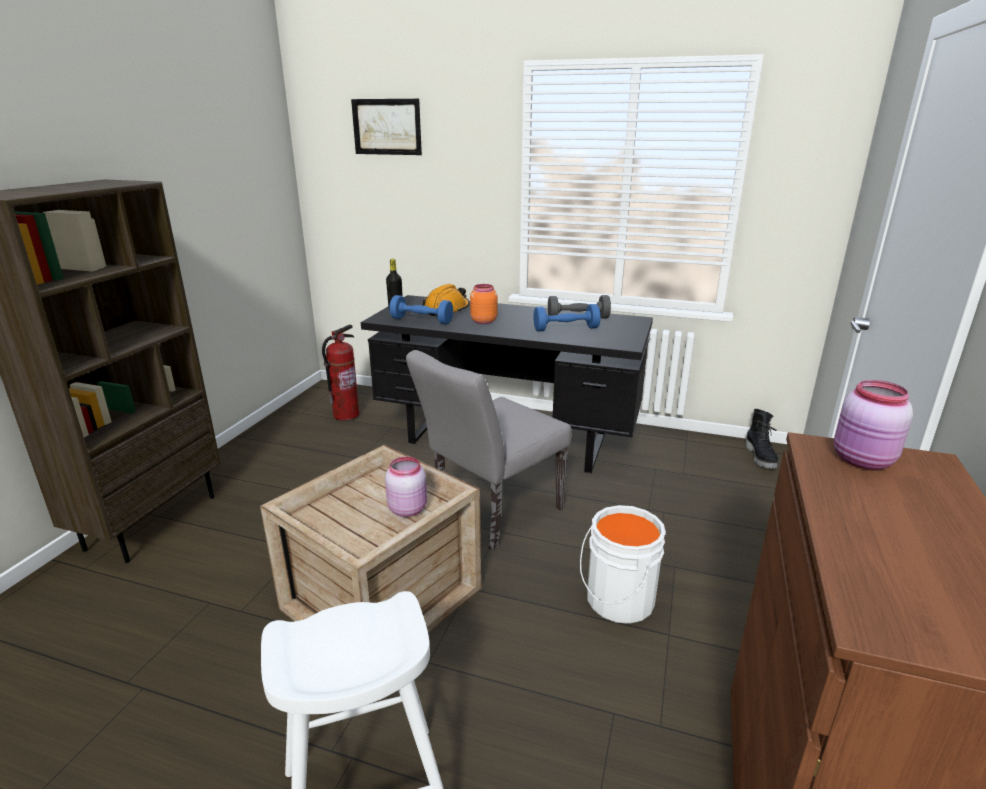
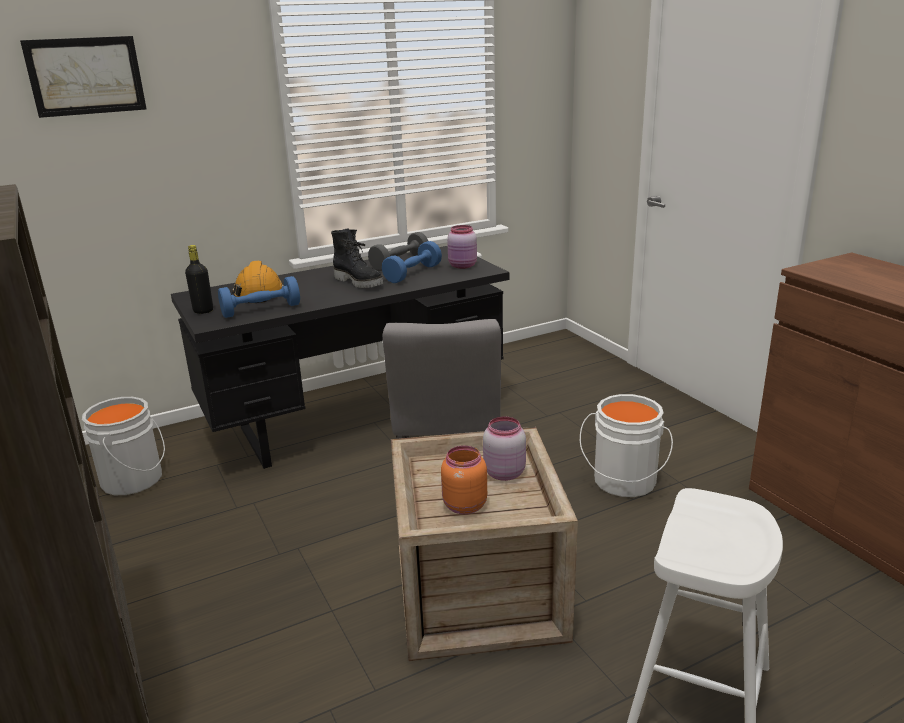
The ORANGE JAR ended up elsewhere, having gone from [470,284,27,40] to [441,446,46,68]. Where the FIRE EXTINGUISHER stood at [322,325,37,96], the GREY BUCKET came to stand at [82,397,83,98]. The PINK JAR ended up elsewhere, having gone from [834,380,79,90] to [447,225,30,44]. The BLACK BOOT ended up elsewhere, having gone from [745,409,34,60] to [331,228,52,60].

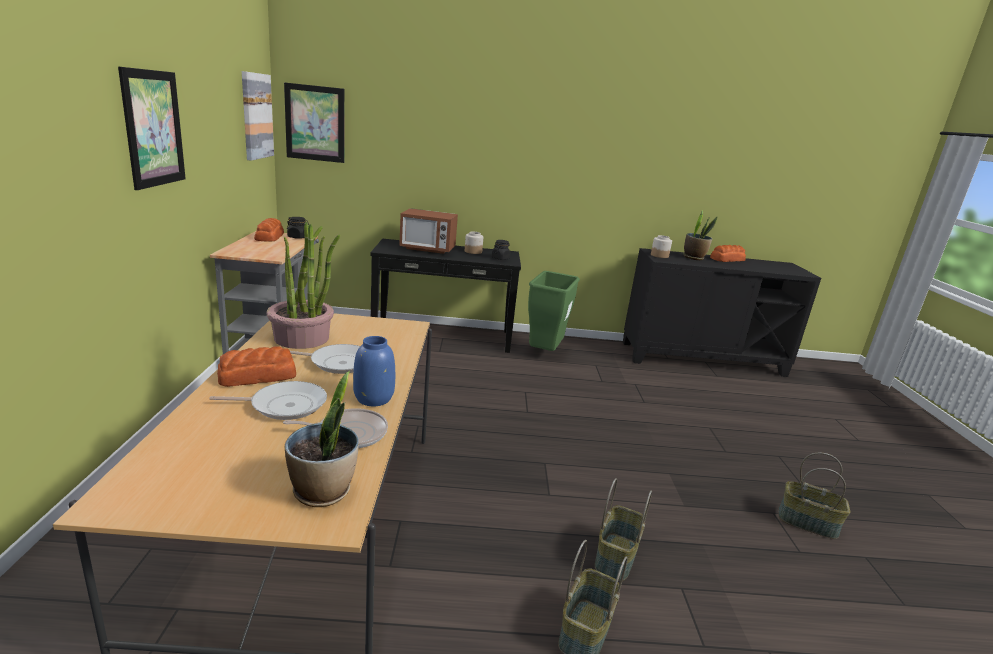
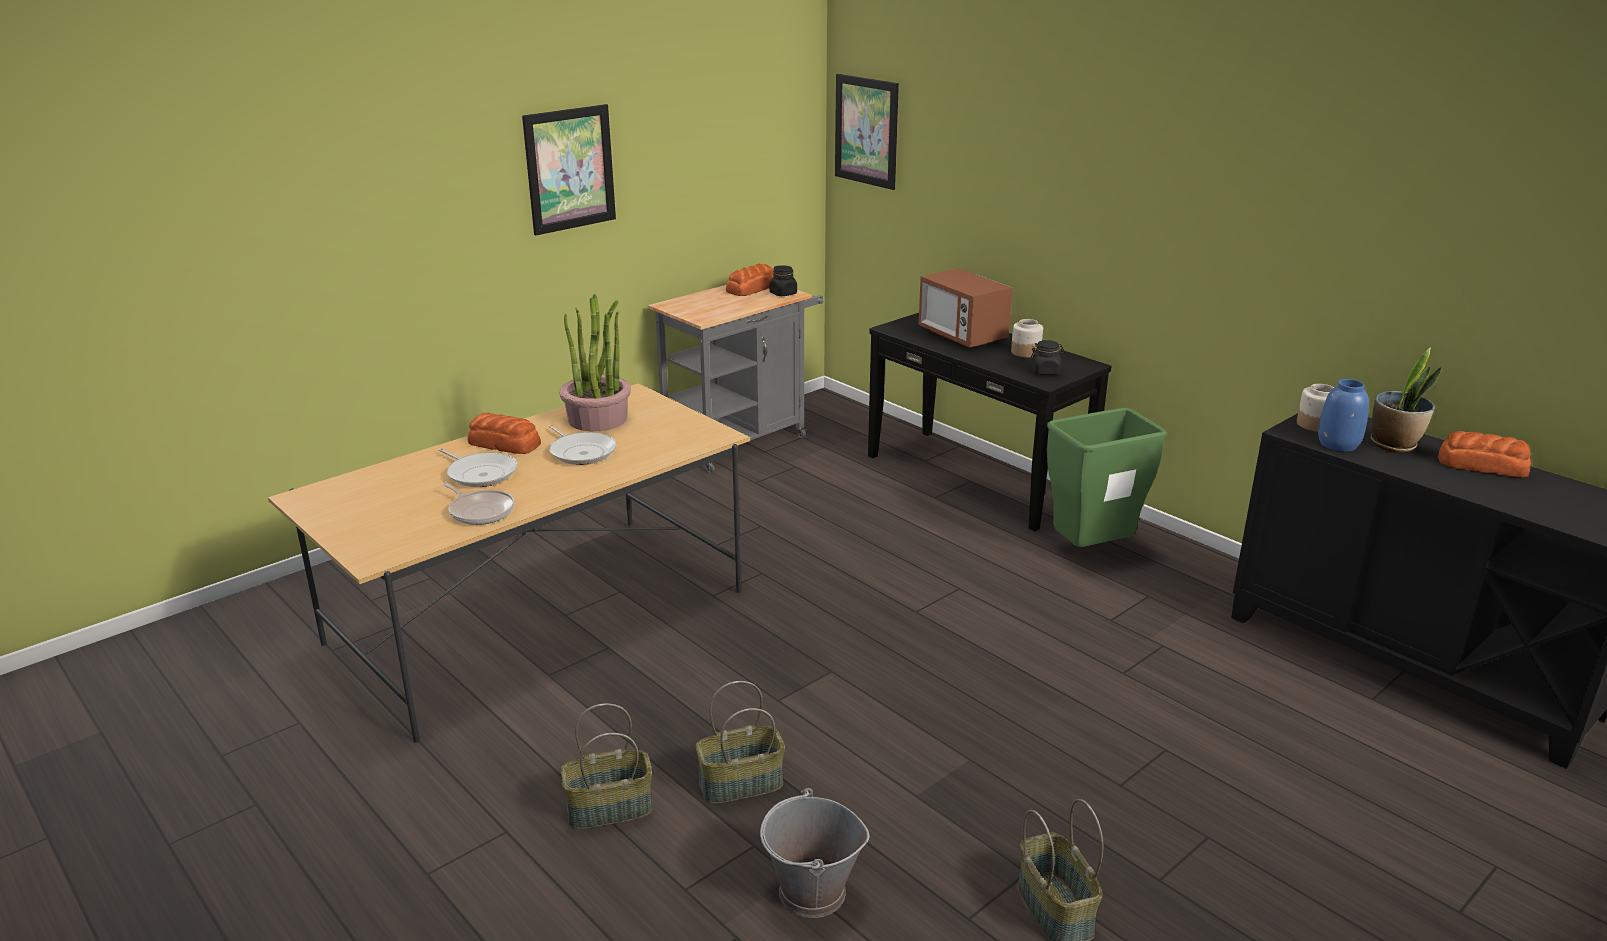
The second view lost the PICTURE at [242,71,32,90]. The BLUE VASE ended up elsewhere, having gone from [353,336,42,70] to [1318,379,51,73]. The second view lost the POTTED PLANT at [285,371,74,136]. The second view gained the GREY BUCKET at [760,788,110,130].

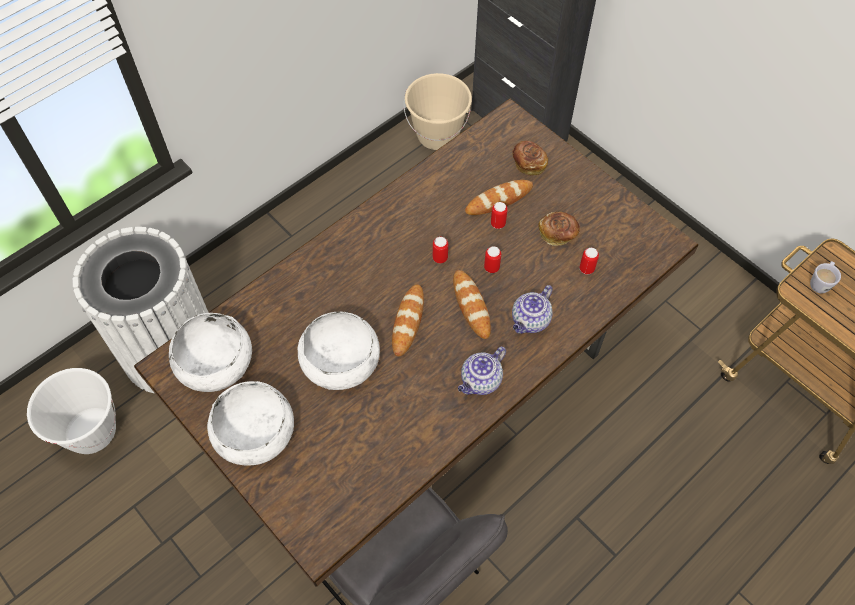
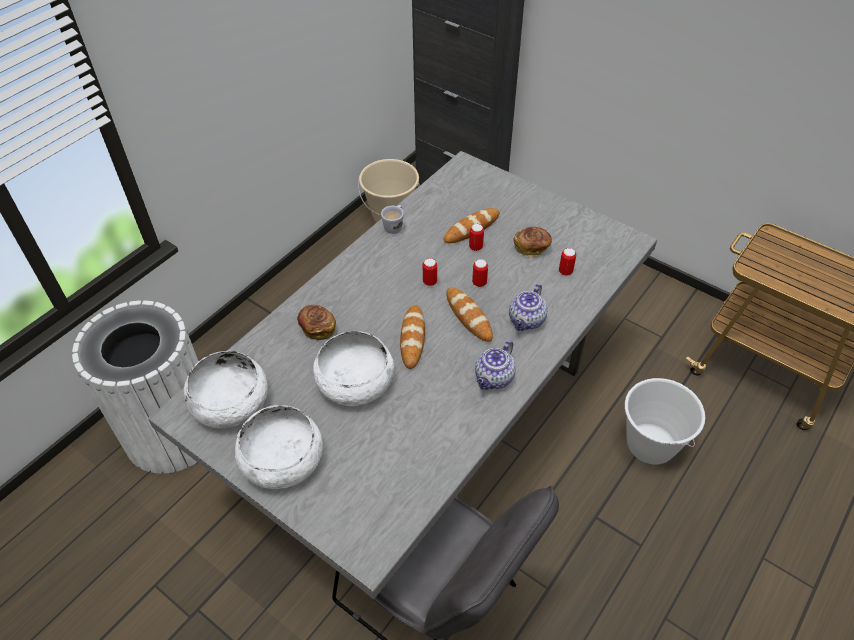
What was the BROWN DINING TABLE at [134,99,564,488] turned into the GREY DINING TABLE at [148,151,509,448]. The BREAD ended up elsewhere, having gone from [512,141,36,35] to [297,305,39,35]. The WHITE MUG ended up elsewhere, having gone from [810,261,31,33] to [381,205,23,29]. The WHITE BUCKET ended up elsewhere, having gone from [27,368,89,86] to [625,378,80,87].

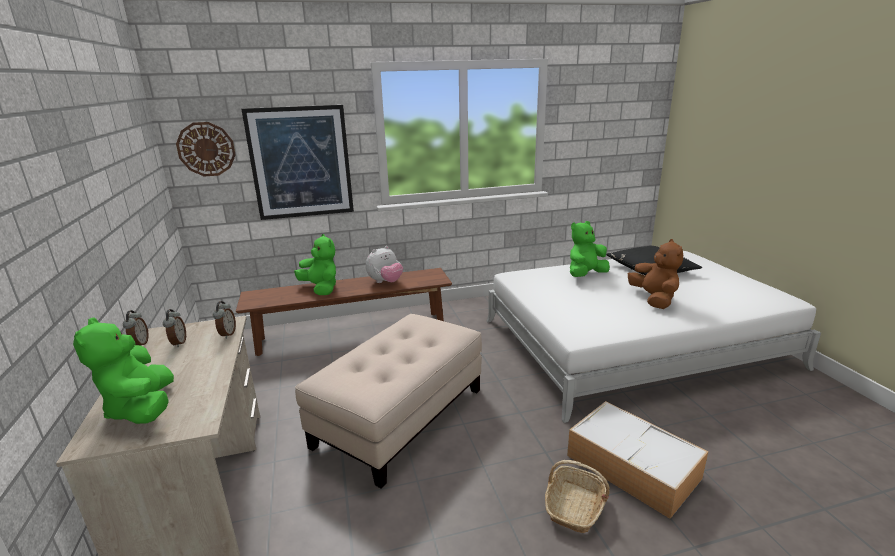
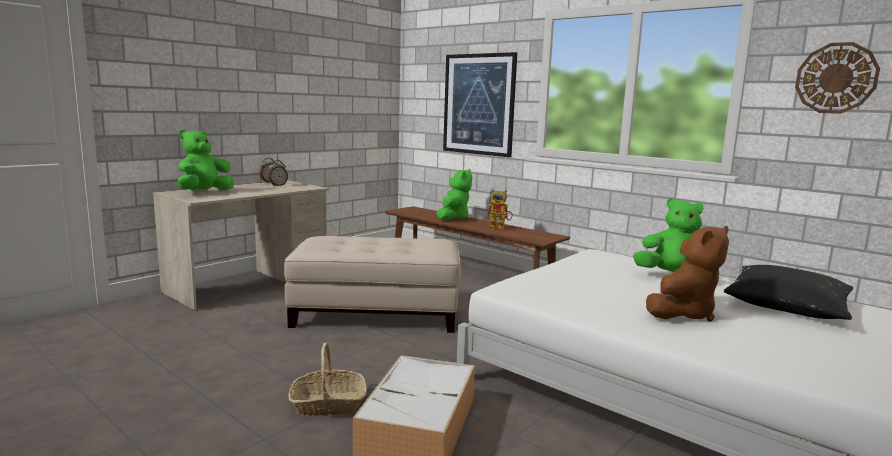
The WALL CLOCK ended up elsewhere, having gone from [176,122,60,55] to [795,42,85,72]. Where the PLUSH TOY stood at [366,246,37,37], the TOY ROBOT came to stand at [486,190,27,40]. The second view lost the ALARM CLOCK at [213,301,23,38].

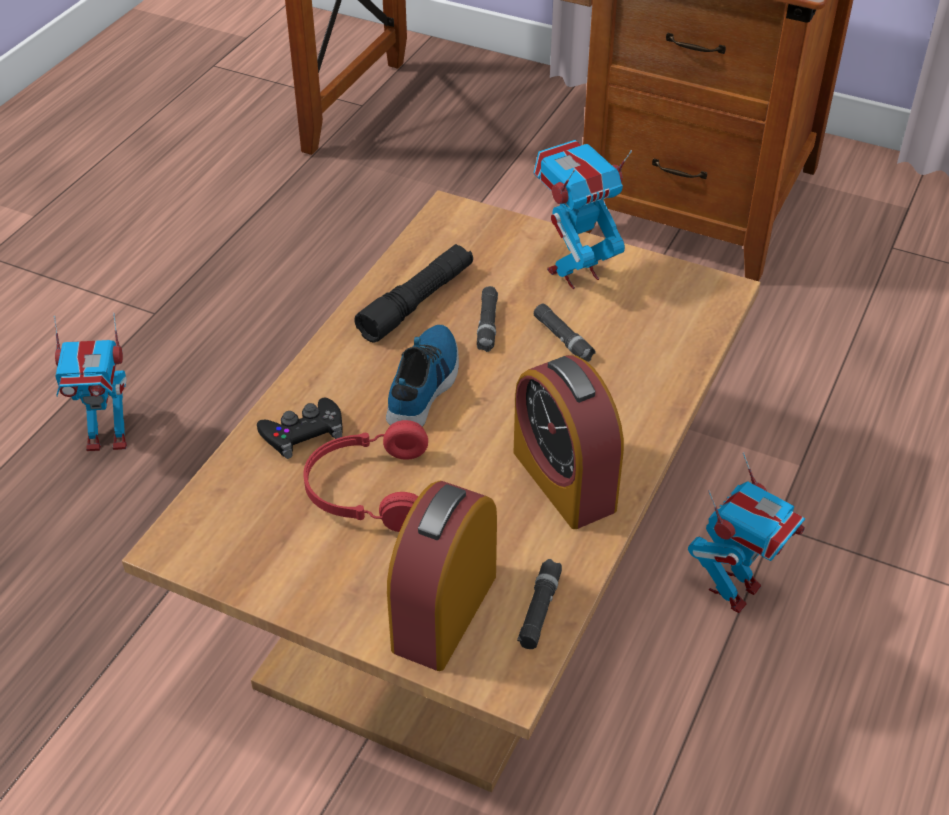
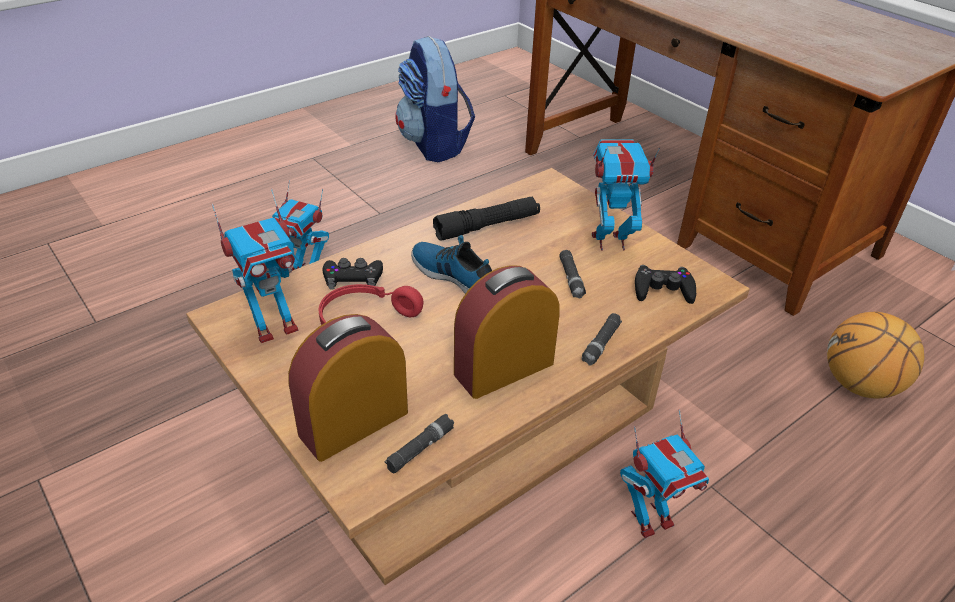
The BLACK FLASHLIGHT ended up elsewhere, having gone from [477,286,21,66] to [582,313,40,52]. The SHOE at [386,325,73,101] ended up facing another way, 90 degrees counterclockwise from before. The ALARM CLOCK at [514,355,110,174] ended up facing another way, 60 degrees clockwise from before. The second view gained the BACKPACK at [395,36,80,126]. The second view gained the TOY ROBOT at [212,188,88,155]. The second view gained the BLACK GAME CONTROLLER at [635,265,61,39]. The second view gained the BASKETBALL at [827,312,97,87].

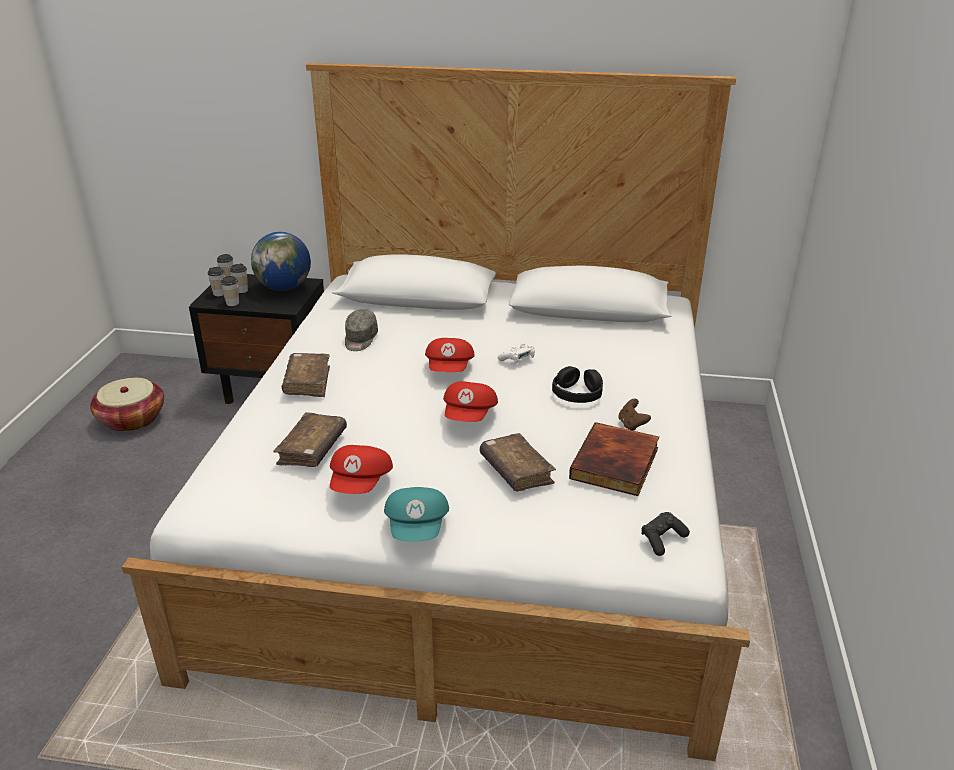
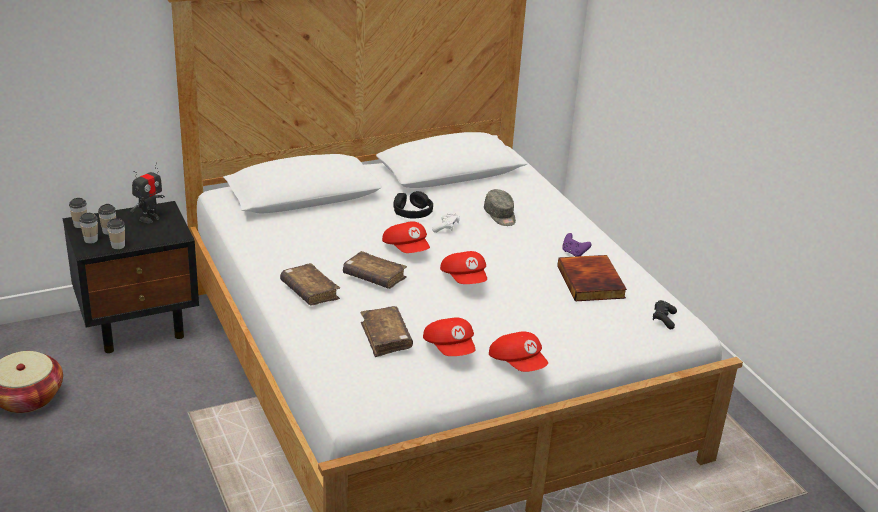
Where the GLOBE stood at [251,232,60,59], the TOY ROBOT came to stand at [130,162,35,61]. The GREY CAP ended up elsewhere, having gone from [345,309,33,42] to [484,189,32,37]. The BLACK HEADPHONES ended up elsewhere, having gone from [552,366,51,37] to [393,191,40,27]. What was the BROWN GAME CONTROLLER at [618,399,33,32] turned into the PURPLE GAME CONTROLLER at [562,233,30,24]. The BROWN BOOK ended up elsewhere, having gone from [480,433,76,59] to [343,251,64,38]. What was the TURQUOISE CAP at [384,487,65,55] turned into the RED CAP at [489,331,59,41].

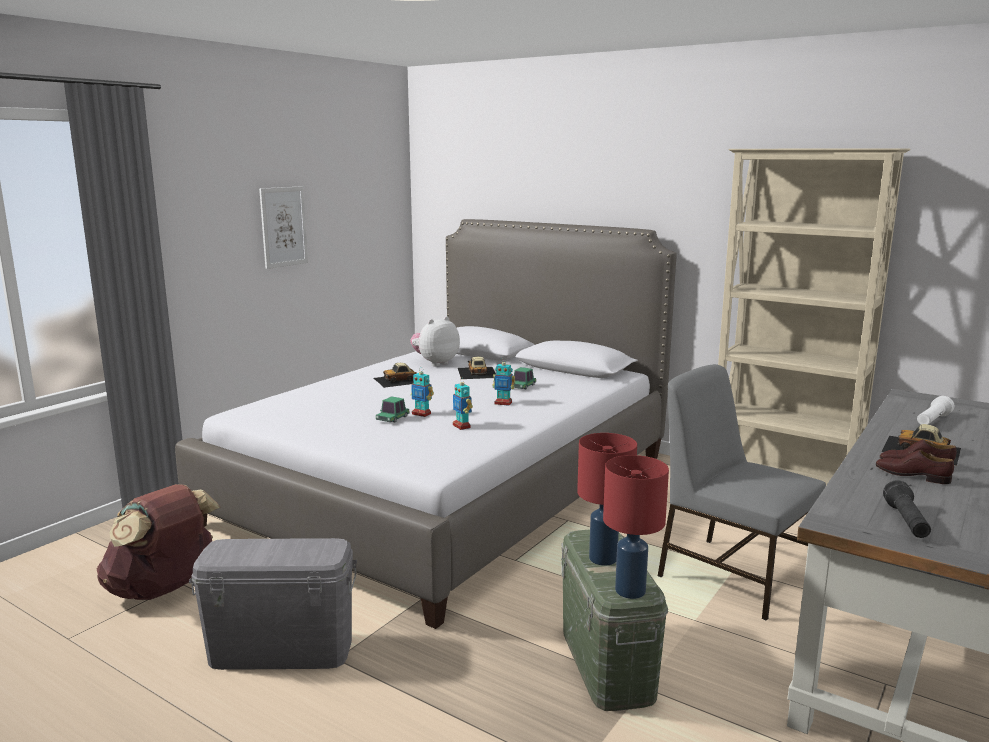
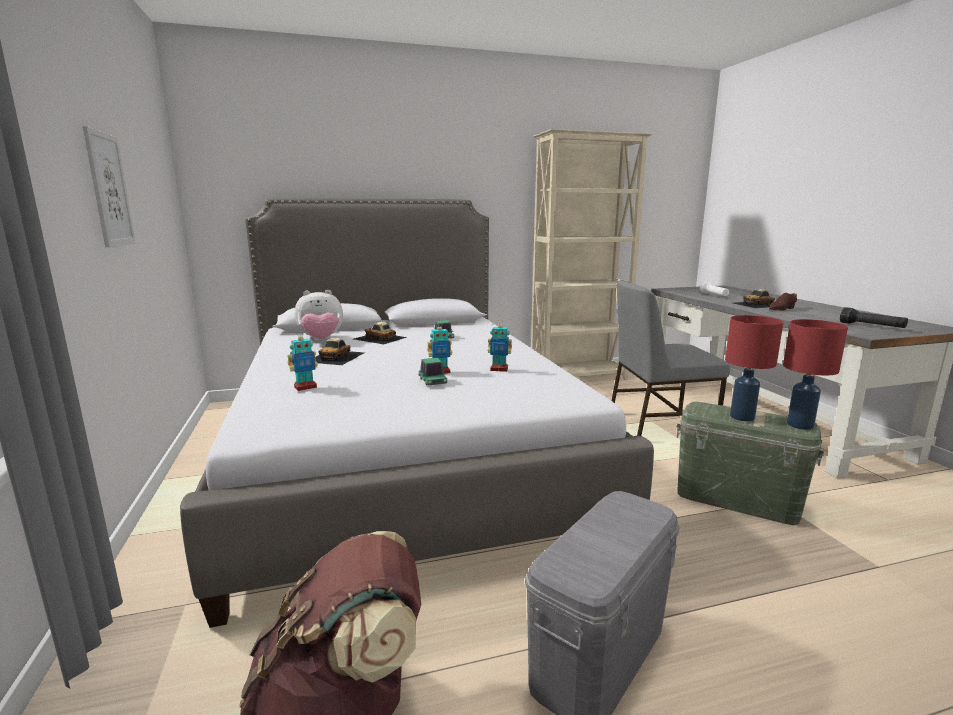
The PLUSH TOY at [410,316,50,50] ended up facing another way, 105 degrees counterclockwise from before. The TOY ROBOT ended up elsewhere, having gone from [492,359,23,47] to [288,333,30,58]. The second view lost the BROWN SHOE at [876,450,78,34].

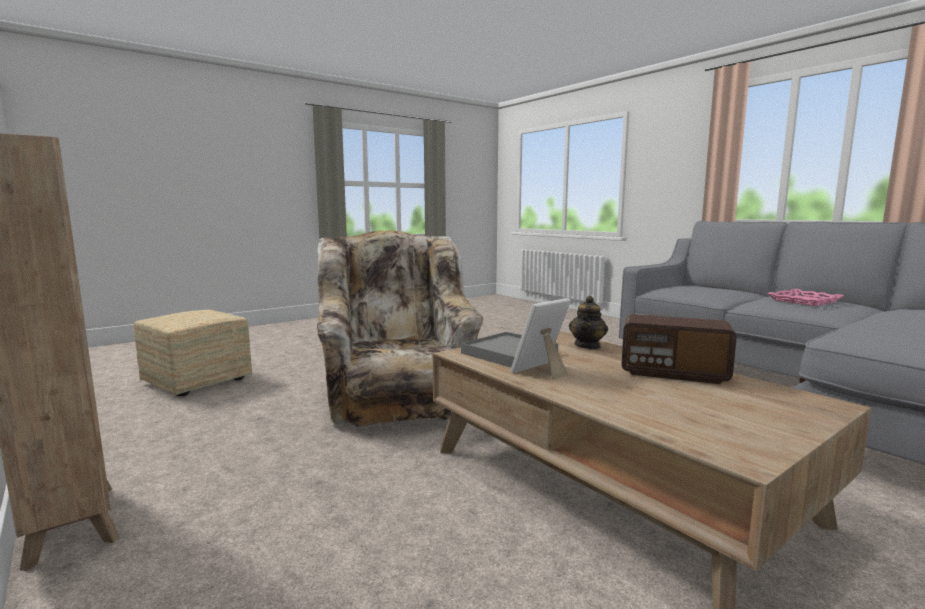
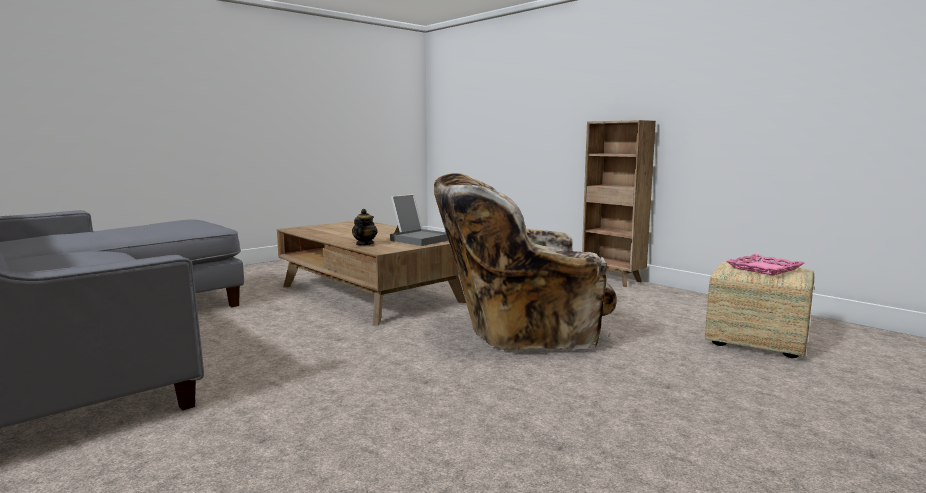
The BEIGE ARMCHAIR at [317,231,166,203] ended up facing another way, 105 degrees clockwise from before. The PINK TRAY ended up elsewhere, having gone from [767,289,77,17] to [727,254,77,21]. The second view lost the RADIO at [621,314,116,70].

